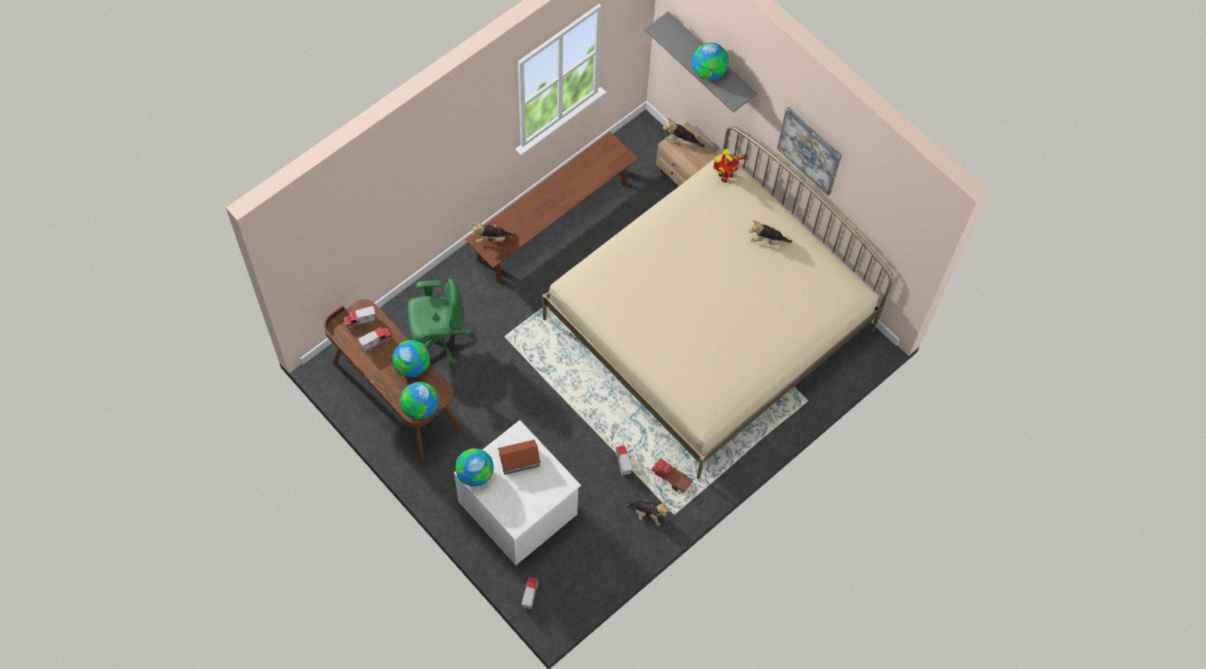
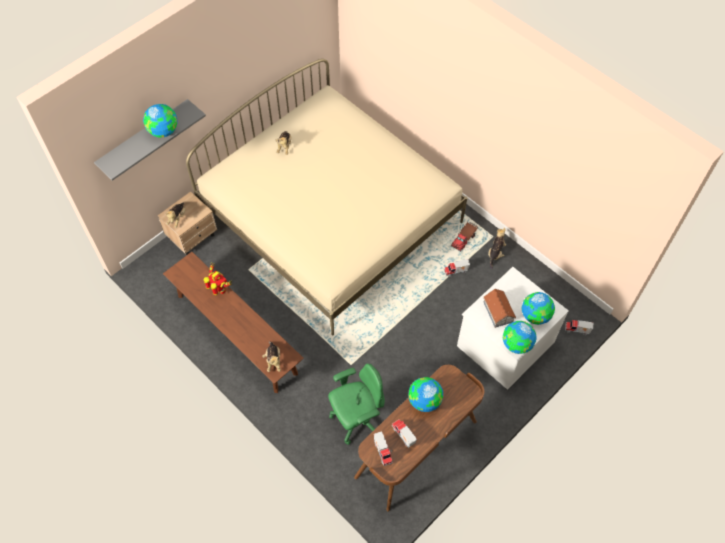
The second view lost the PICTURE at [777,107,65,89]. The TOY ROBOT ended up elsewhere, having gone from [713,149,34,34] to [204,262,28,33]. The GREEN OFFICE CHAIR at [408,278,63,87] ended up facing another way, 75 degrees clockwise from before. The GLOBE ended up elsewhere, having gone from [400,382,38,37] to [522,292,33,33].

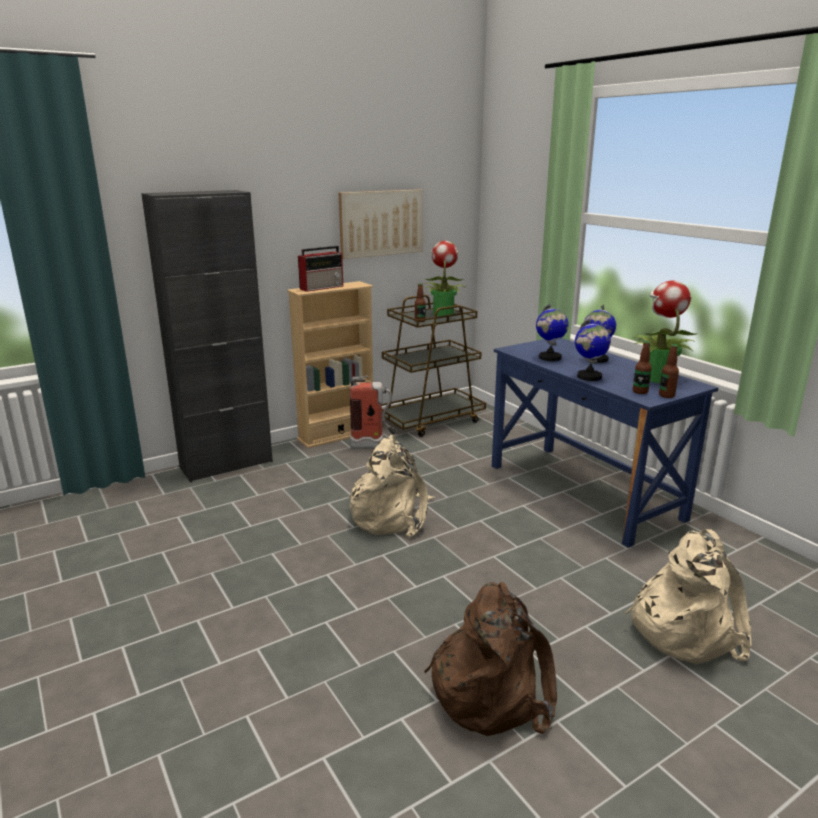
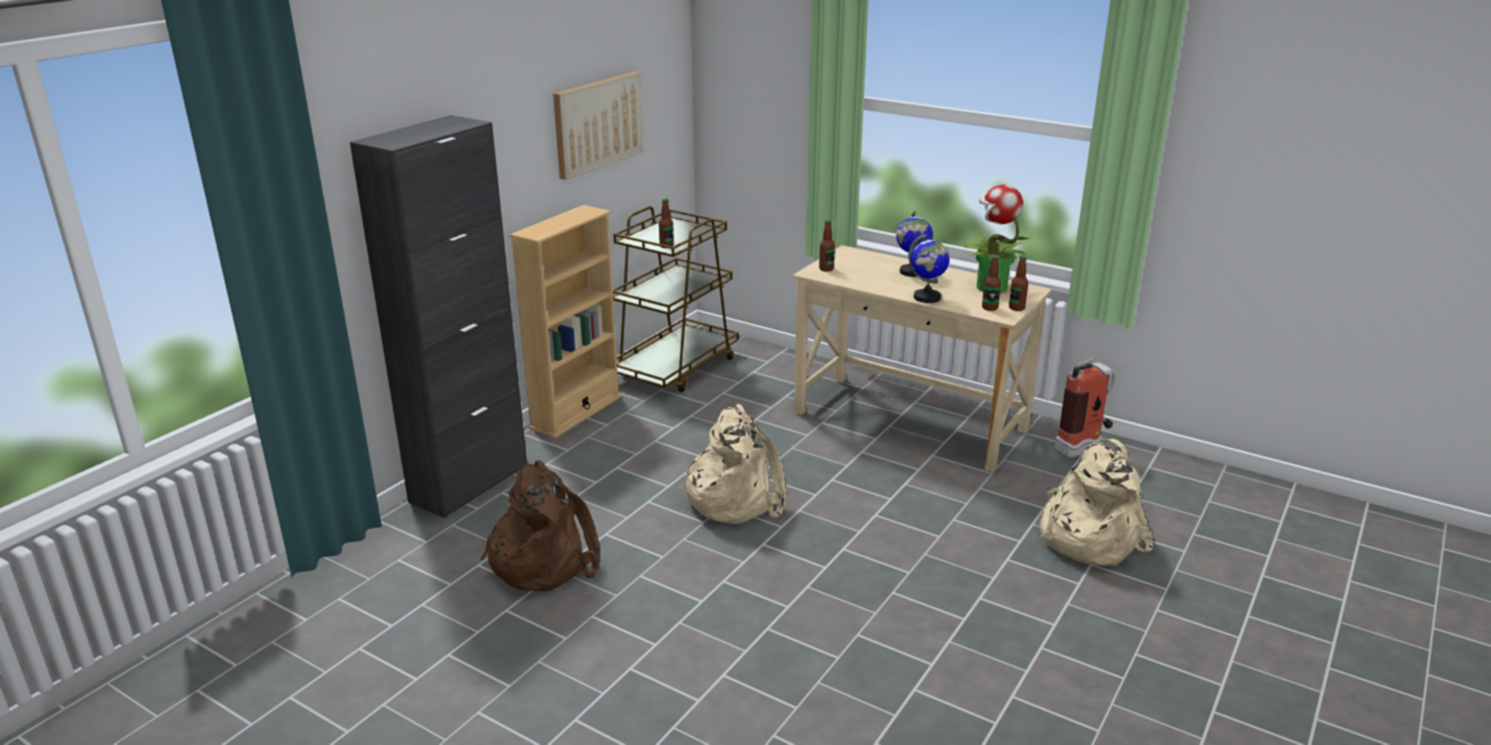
The second view lost the POTTED PLANT at [422,241,43,75]. The second view lost the RADIO at [298,246,45,46]. The second view lost the GLOBE at [536,304,33,57]. What was the BLUE DESK at [492,338,226,210] turned into the BEIGE DESK at [792,245,260,227]. The FIRE EXTINGUISHER ended up elsewhere, having gone from [350,375,47,74] to [1054,357,61,101]. The BROWN BACKPACK ended up elsewhere, having gone from [424,582,133,154] to [480,460,121,131]. The second view gained the BOTTLE at [819,220,16,52].

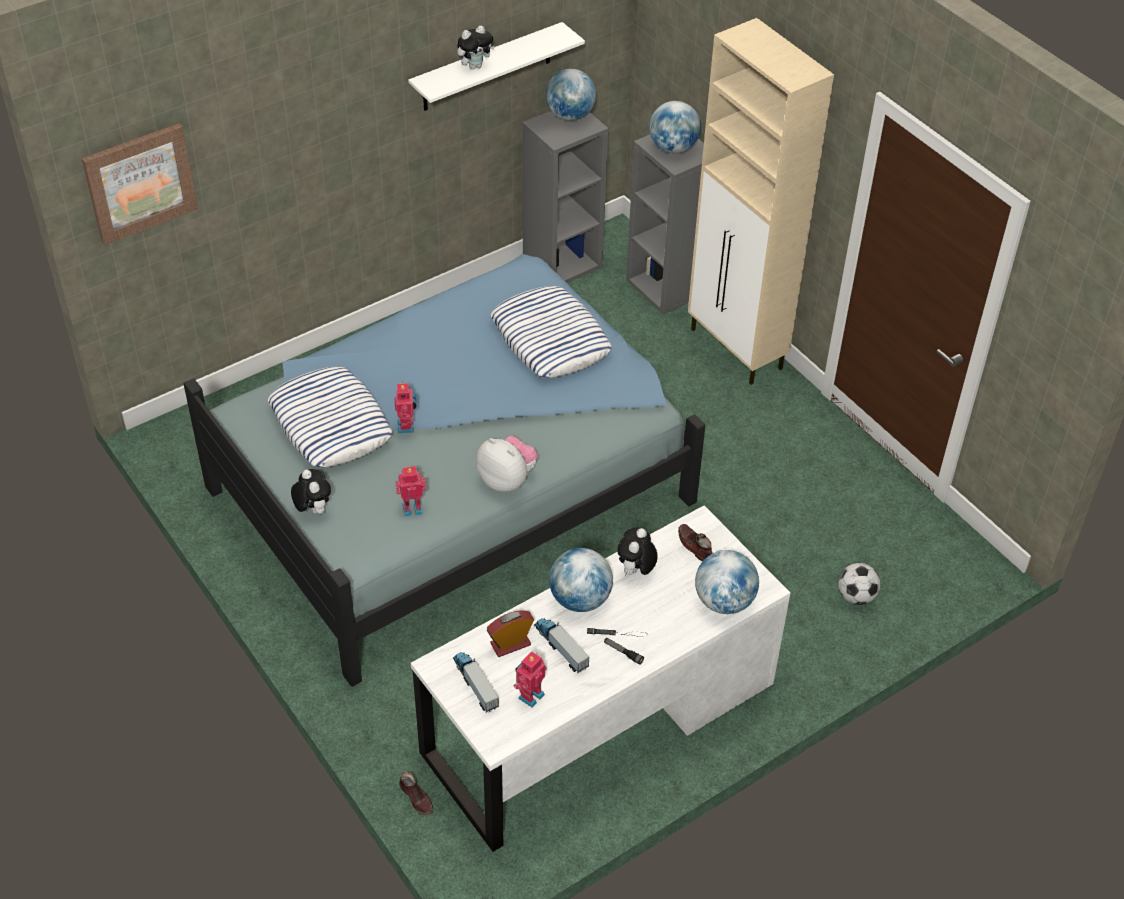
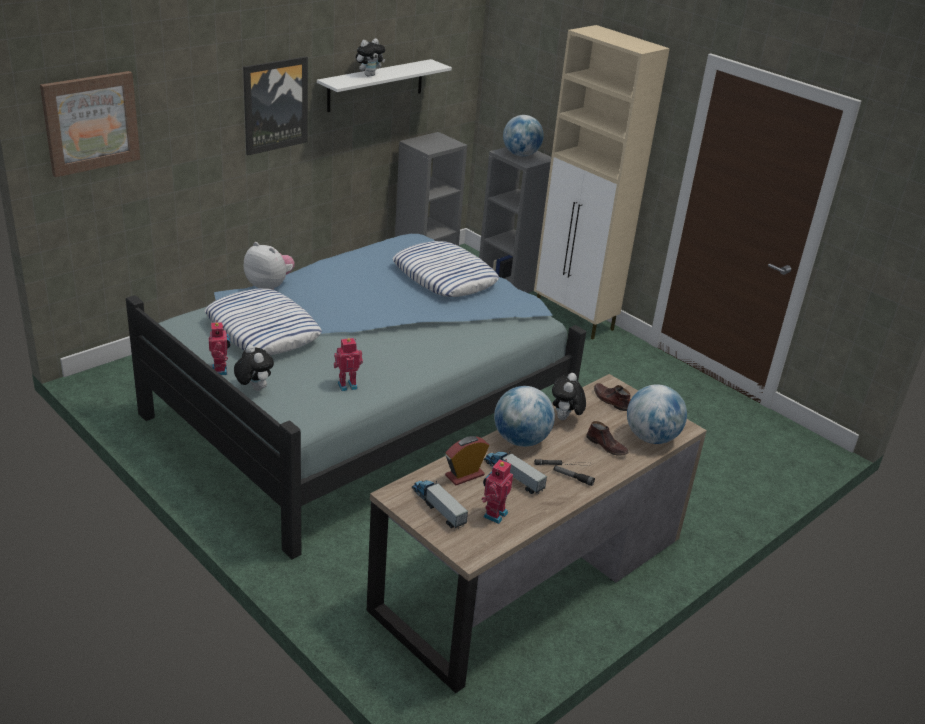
The second view lost the GLOBE at [546,69,50,52]. The TOY ROBOT ended up elsewhere, having gone from [394,381,23,52] to [209,320,21,55]. The PLUSH TOY ended up elsewhere, having gone from [476,436,62,56] to [244,242,51,48]. What was the WHITE DESK at [411,505,379,347] turned into the BROWN DESK at [367,374,340,319]. The second view lost the FOOTBALL at [838,563,42,42]. The BROWN SHOE ended up elsewhere, having gone from [399,772,35,43] to [586,421,43,35]. The second view gained the PICTURE at [243,57,65,98].

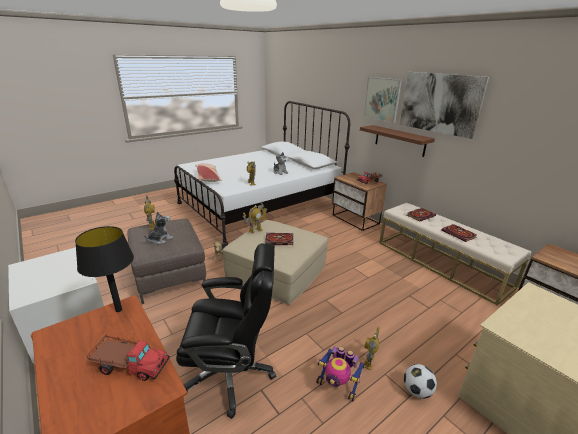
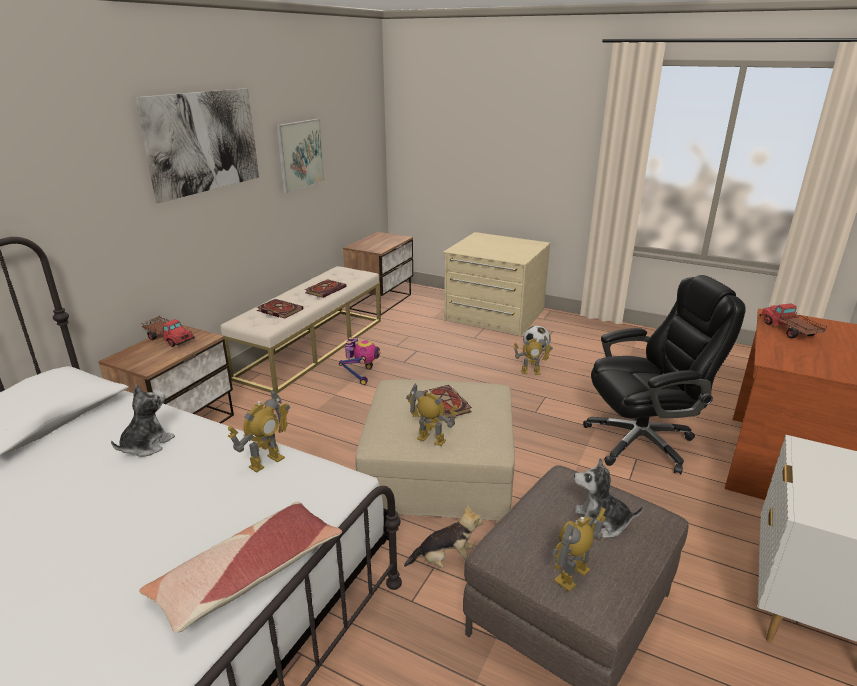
The PICTURE ended up elsewhere, having gone from [363,77,39,46] to [276,119,49,74]. The second view lost the BROWN SHELF at [360,125,75,32]. The second view lost the BLACK TABLE LAMP at [75,226,59,86]. The BLACK OFFICE CHAIR at [176,243,100,176] ended up facing another way, 105 degrees clockwise from before. The TOY ROBOT ended up elsewhere, having gone from [316,346,49,55] to [339,337,41,48].

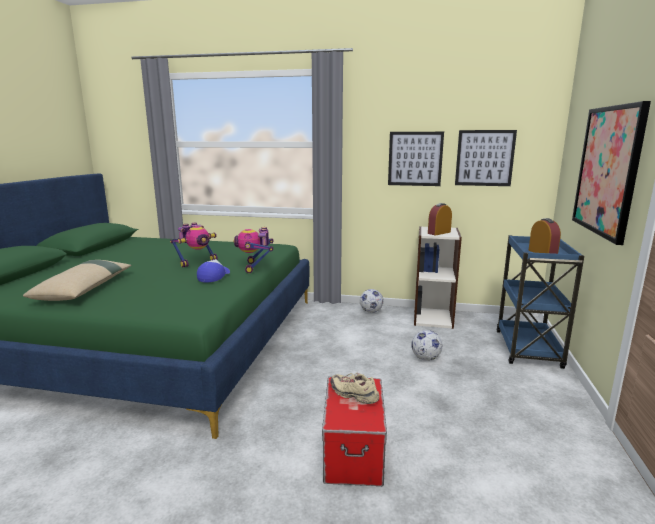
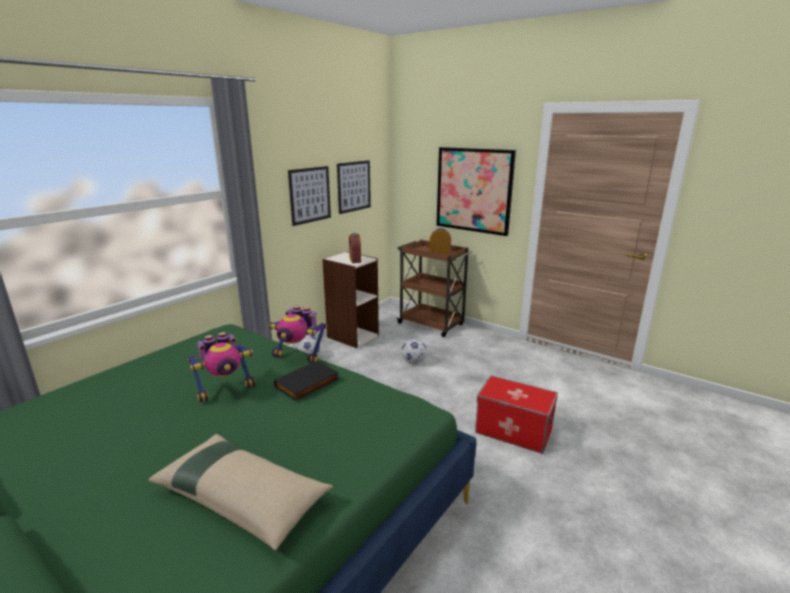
The TOY ROBOT at [170,223,48,45] ended up facing another way, 75 degrees clockwise from before. What was the BLUE CART at [496,235,88,134] turned into the BROWN CART at [396,240,76,97]. Where the CAP stood at [197,259,33,24], the BLACK BOOK came to stand at [274,360,65,41]. The second view lost the BEIGE SHOE at [330,372,49,32].

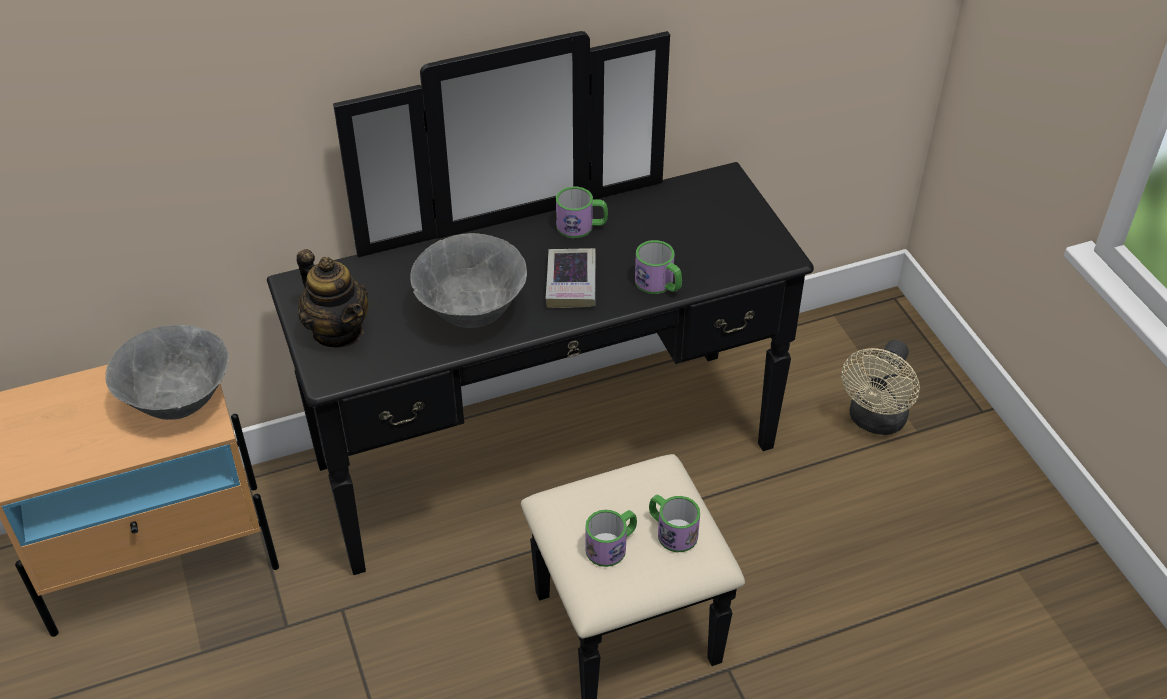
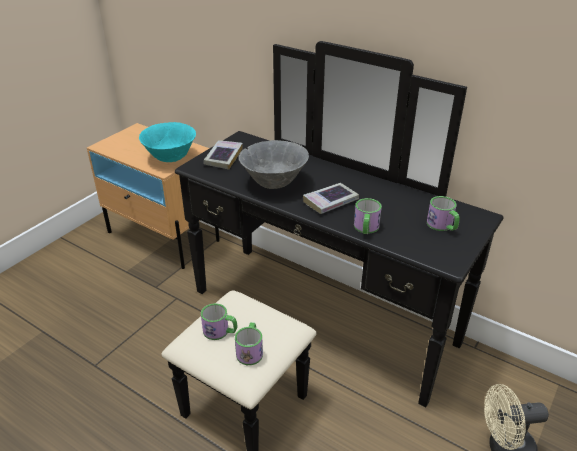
The MUG ended up elsewhere, having gone from [556,187,52,51] to [427,196,33,35]. Where the TEAPOT stood at [297,249,72,98], the BOOK came to stand at [204,140,39,30]. What was the GREY BOWL at [105,325,124,95] turned into the TURQUOISE BOWL at [139,122,57,40].

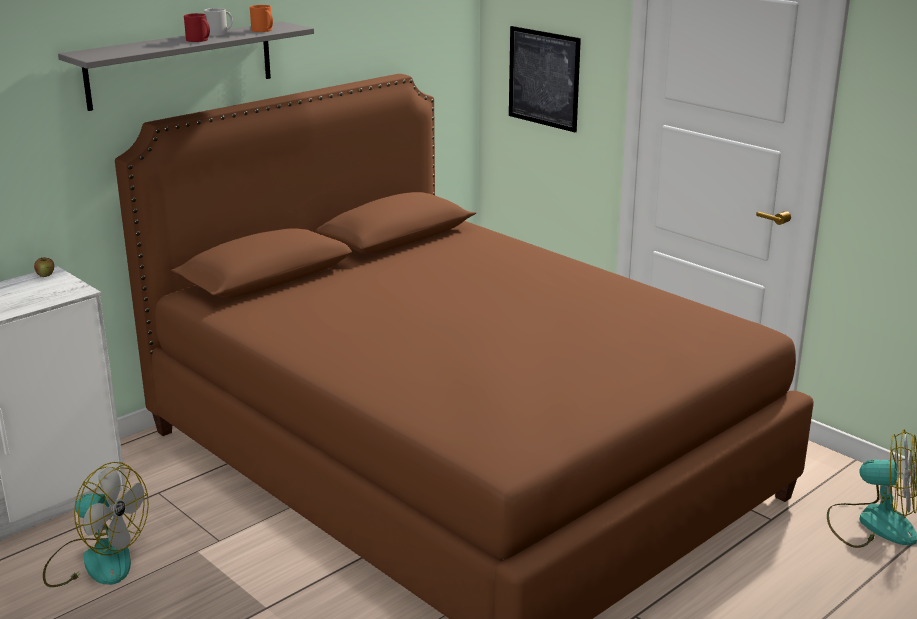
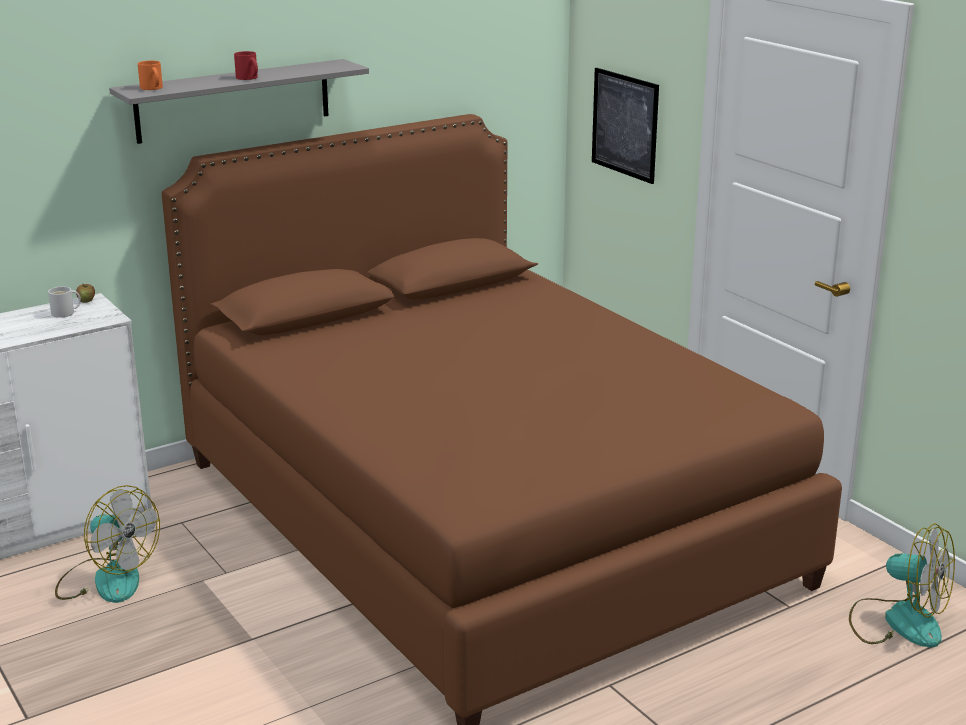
The ORANGE MUG ended up elsewhere, having gone from [250,5,23,27] to [138,61,25,29]. The WHITE MUG ended up elsewhere, having gone from [204,8,29,28] to [48,286,33,32].

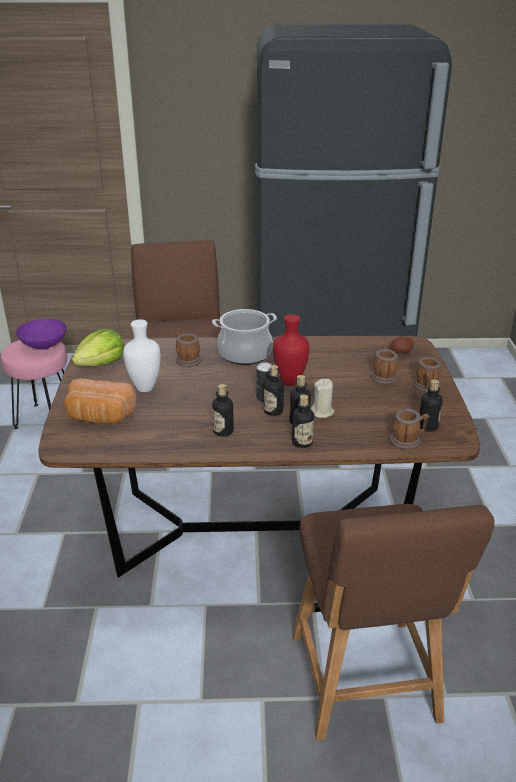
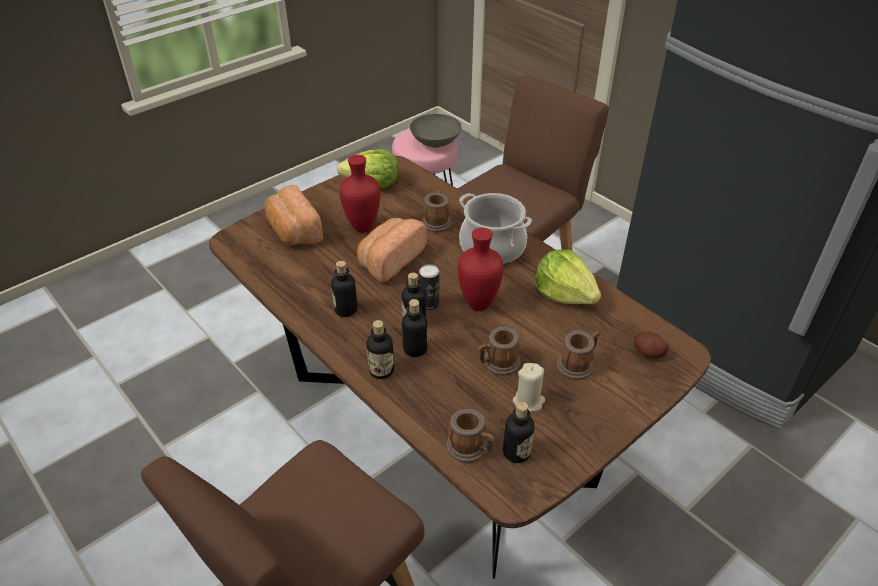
What was the PURPLE BOWL at [16,319,51,31] turned into the GREY BOWL at [410,114,52,34]. What was the WHITE VASE at [123,319,38,73] turned into the RED VASE at [339,155,41,78]. The MUG ended up elsewhere, having gone from [413,357,28,35] to [478,327,42,48]. The BEIGE CANDLE ended up elsewhere, having gone from [311,379,23,39] to [513,363,32,49]. The second view gained the BREAD at [357,218,70,64]. The second view gained the LETTUCE at [535,250,66,54].

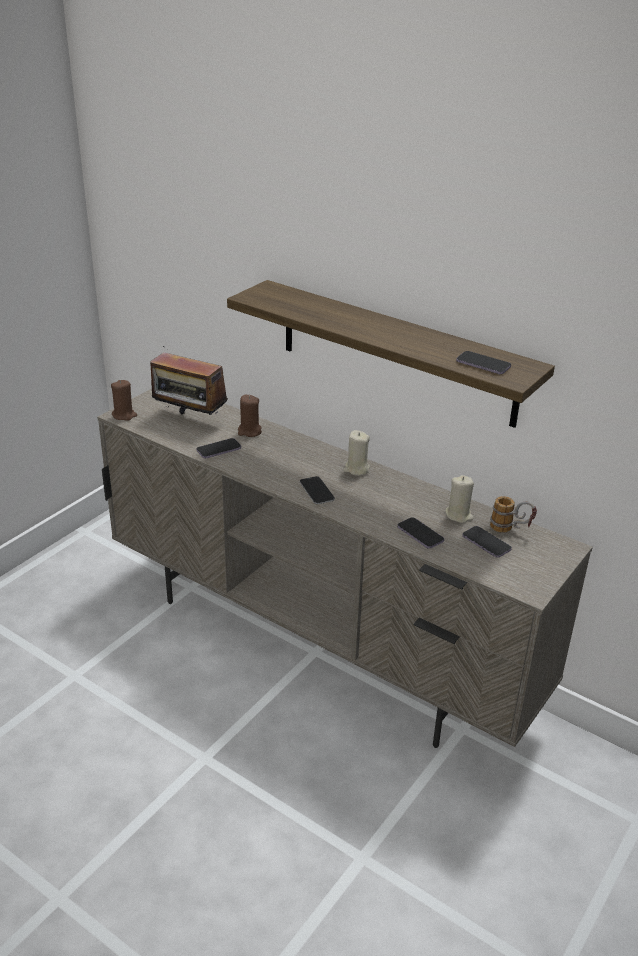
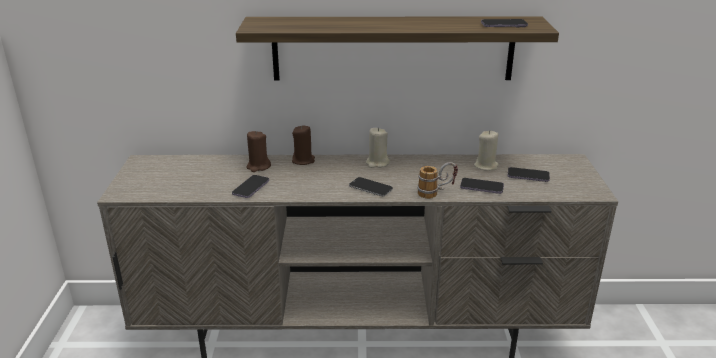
The second view lost the RADIO at [150,346,78,71]. The BROWN CANDLE ended up elsewhere, having gone from [111,380,26,41] to [292,125,23,40]. The MUG ended up elsewhere, having gone from [490,496,47,37] to [417,162,41,37].

